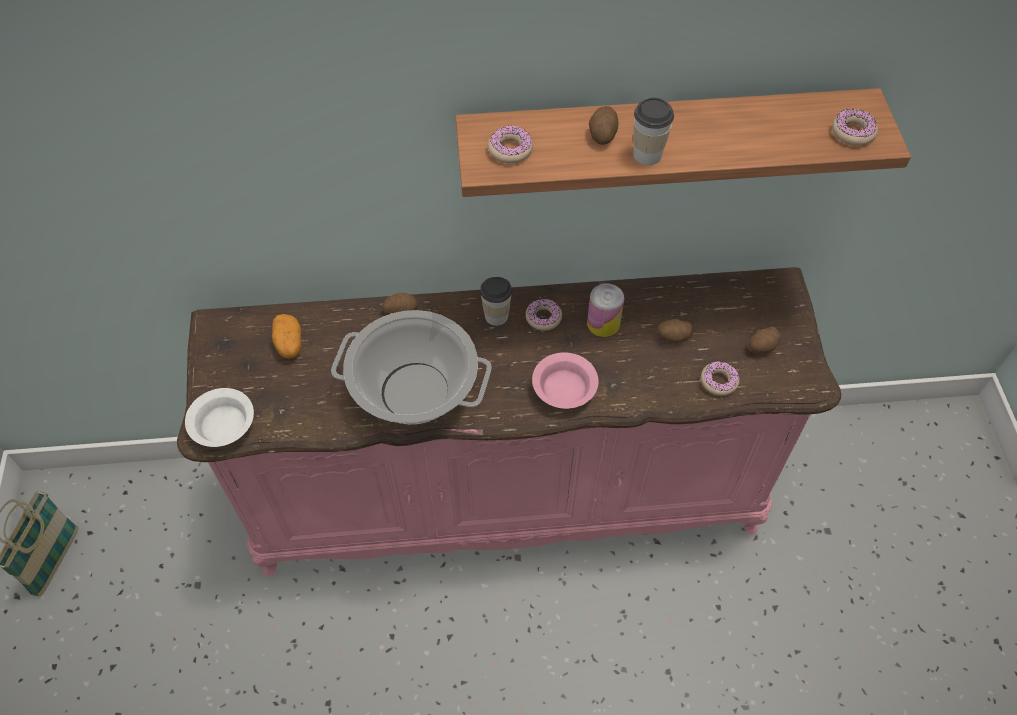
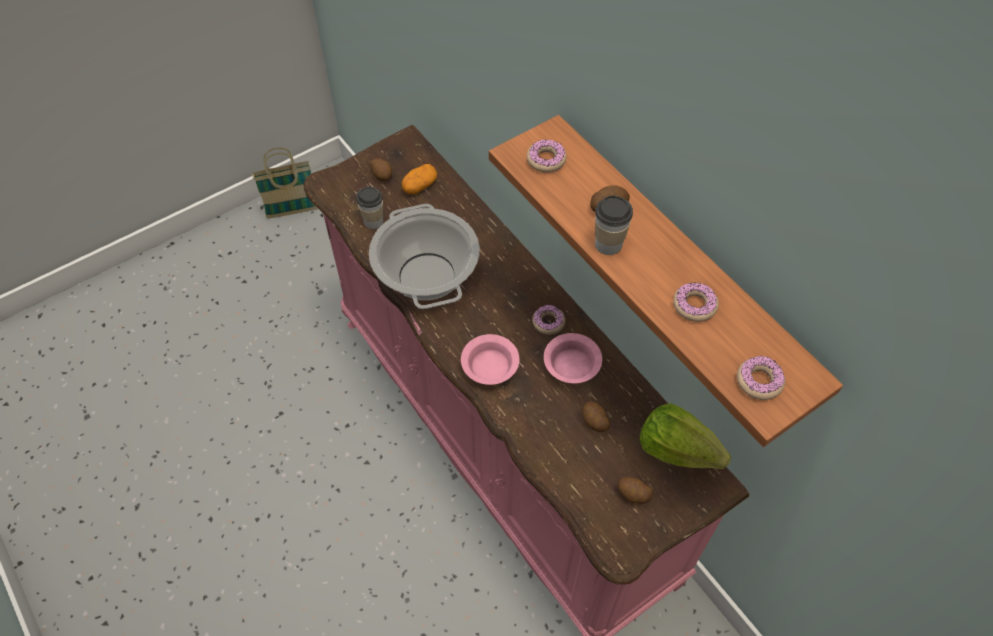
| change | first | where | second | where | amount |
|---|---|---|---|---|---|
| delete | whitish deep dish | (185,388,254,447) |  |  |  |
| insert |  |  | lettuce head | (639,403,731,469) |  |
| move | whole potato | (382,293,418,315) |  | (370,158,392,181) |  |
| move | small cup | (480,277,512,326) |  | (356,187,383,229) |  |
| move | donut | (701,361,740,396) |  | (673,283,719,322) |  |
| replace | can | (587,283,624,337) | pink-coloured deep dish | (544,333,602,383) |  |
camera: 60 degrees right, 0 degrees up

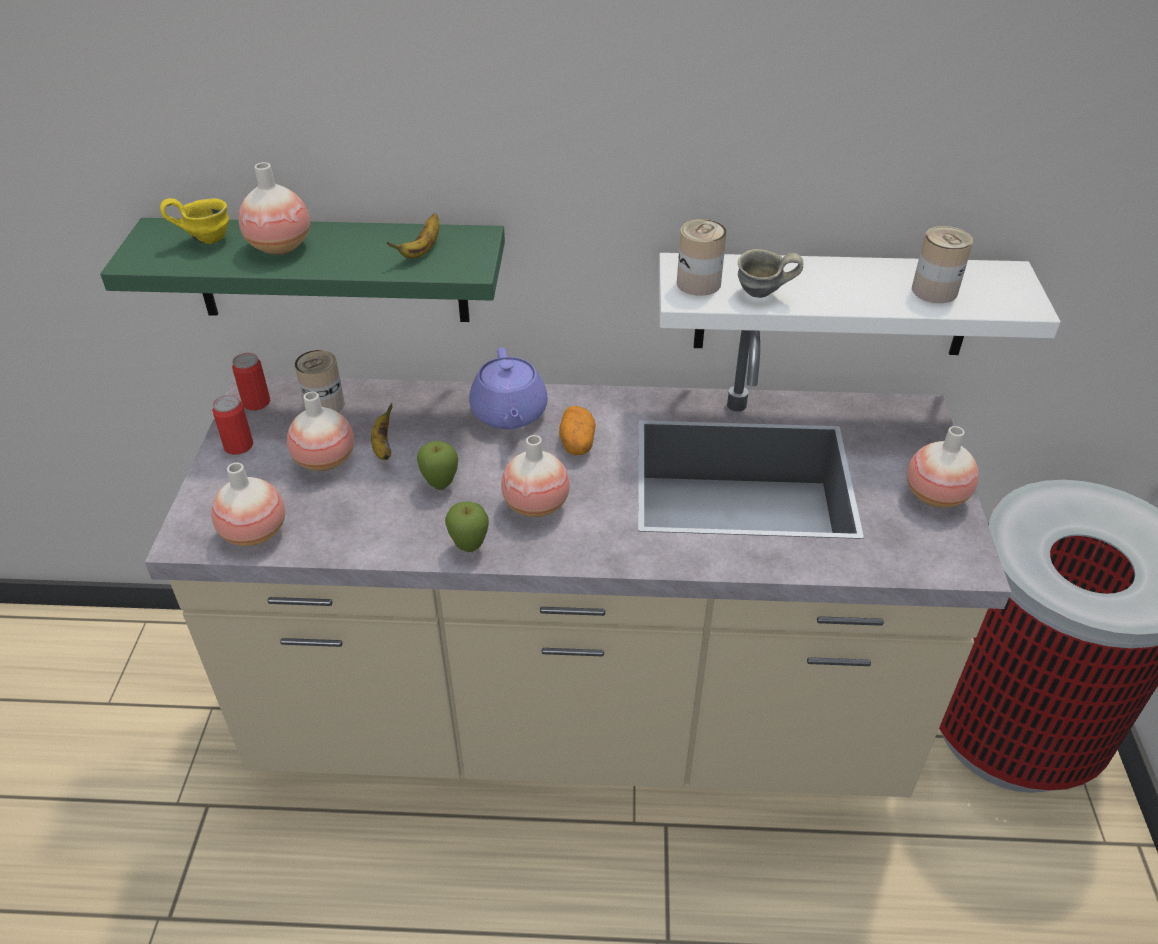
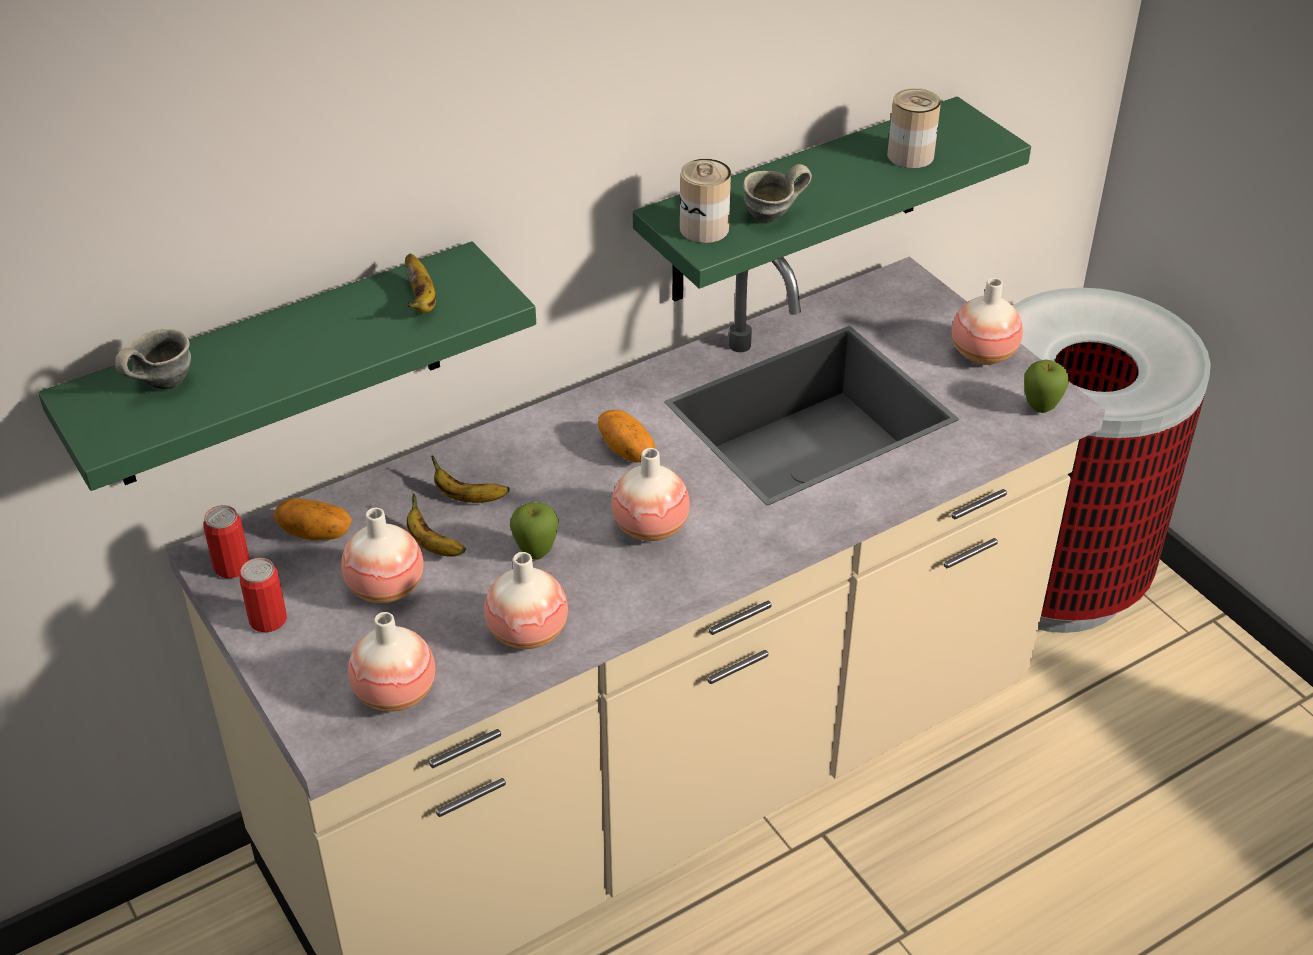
| change | first | where | second | where | amount |
|---|---|---|---|---|---|
| delete | purple teapot | (469,347,548,429) |  |  |  |
| insert |  |  | banana | (431,455,510,503) |  |
| move | vase | (239,162,310,255) |  | (484,552,568,649) |  |
| move | apple | (445,502,489,552) |  | (1024,360,1069,413) |  |
| replace | can | (295,350,345,412) | whole potato | (273,498,352,540) |  |
| recolor | yellow-coloured coffee mug | (160,198,229,244) | gray coffee mug | (115,329,191,389) |  |
| recolor | whitish wall shelf | (659,253,1061,355) | greenish wall shelf | (633,97,1031,302) |  |
camera: 35 degrees left, 0 degrees up

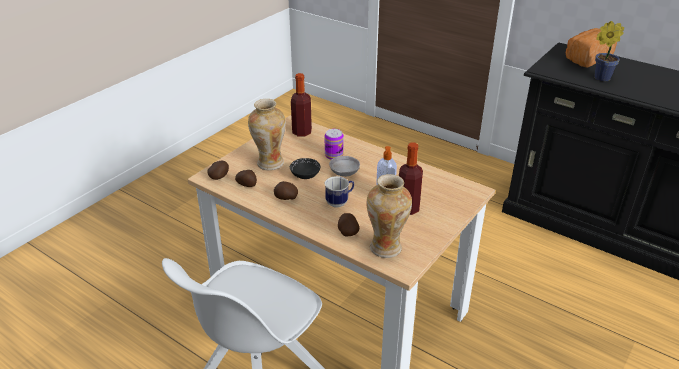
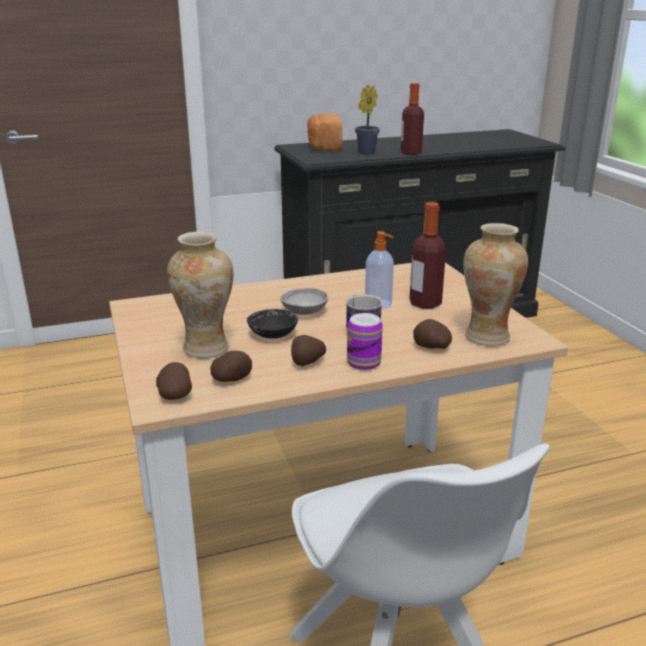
| change | first | where | second | where | amount |
|---|---|---|---|---|---|
| move | drink bottle | (291,73,312,137) |  | (401,83,424,155) |  |
| move | can | (325,129,344,160) |  | (347,313,383,371) |  |
camera: 55 degrees left, 10 degrees down

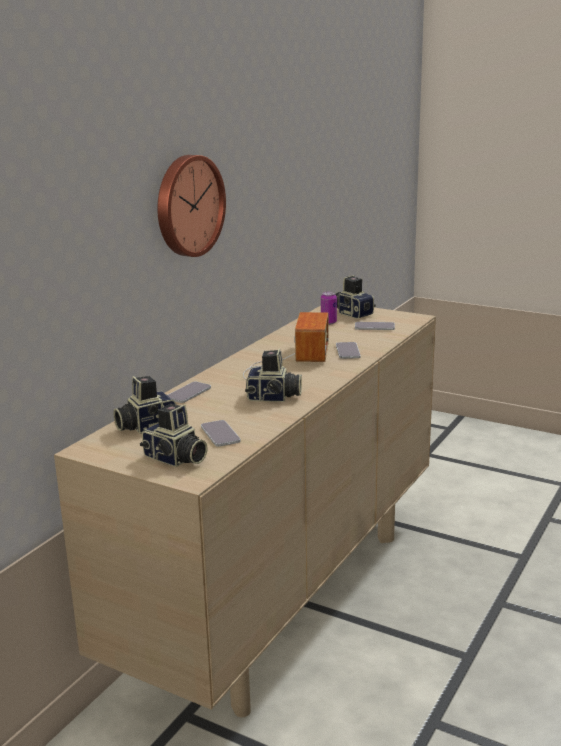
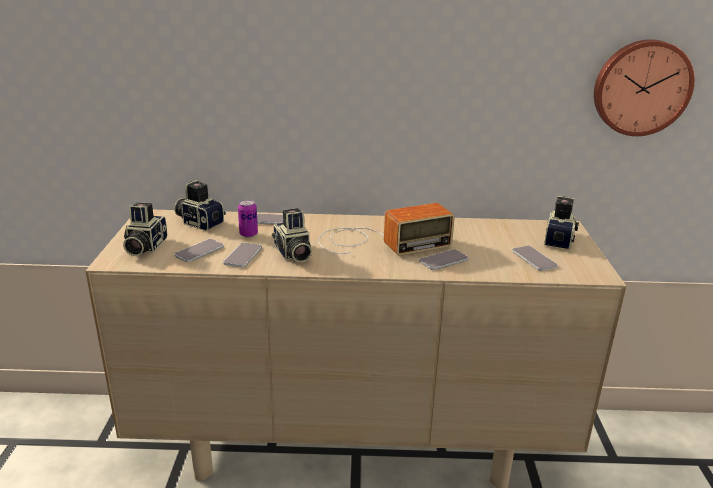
| change | first | where | second | where | amount |
|---|---|---|---|---|---|
| insert |  |  | phone | (223,243,262,268) |  |
| move | clock on the wall | (157,155,226,257) |  | (594,39,695,136) |  |
| move | can | (321,292,337,325) |  | (238,200,258,238) |  |
camera: 60 degrees right, 5 degrees up

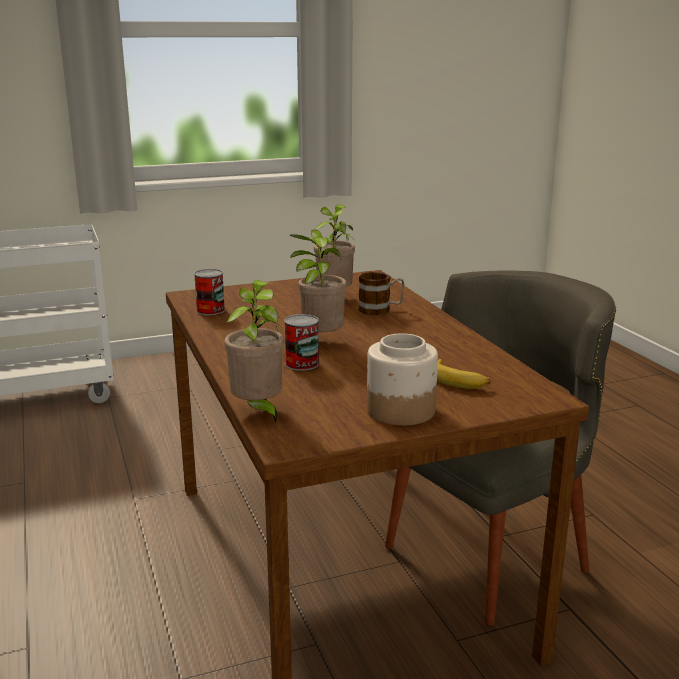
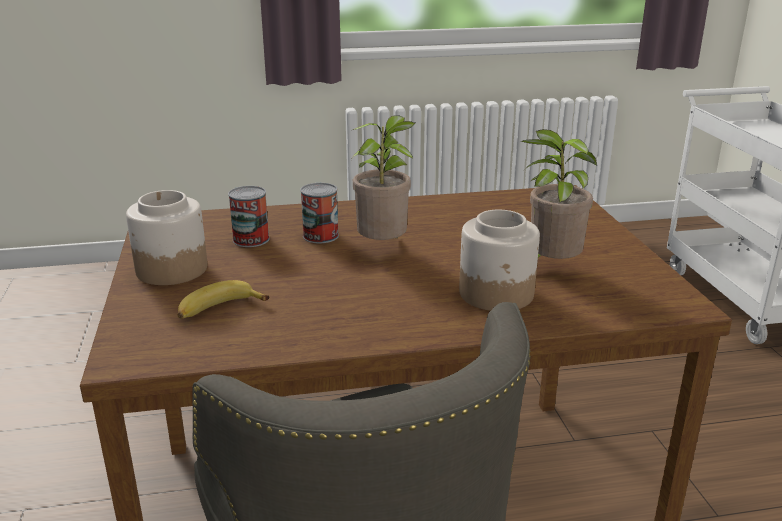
| change | first | where | second | where | amount |
|---|---|---|---|---|---|
| delete | houseplant | (224,280,286,423) |  |  |  |
| move | can | (194,269,225,315) |  | (228,186,270,247) |  |
| replace | coffee mug | (358,272,405,315) | storage jar | (459,210,540,311) |  |
camera: 100 degrees right, 5 degrees up

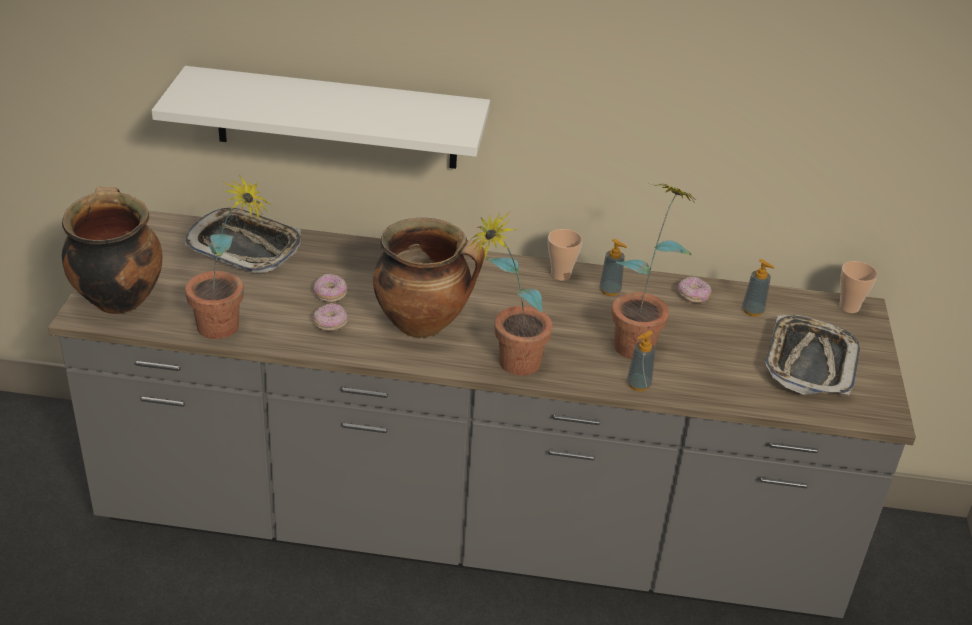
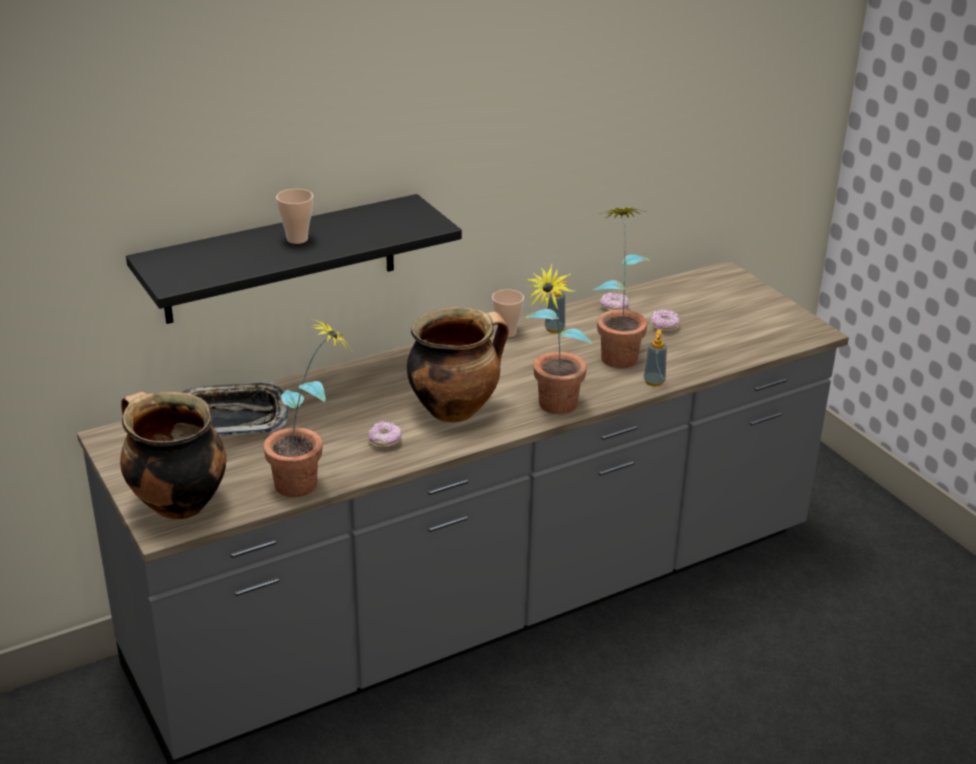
| change | first | where | second | where | amount |
|---|---|---|---|---|---|
| delete | liquid soap bottle | (742,259,775,316) |  |  |  |
| delete | carrying tray | (765,315,860,395) |  |  |  |
| move | donut | (313,274,347,302) |  | (651,310,680,332) |  |
| move | small cup | (839,261,878,313) |  | (276,189,313,244) |  |
| recolor | whitish wall shelf | (151,66,490,169) | black wall shelf | (126,194,462,324) |  |
camera: 35 degrees left, 5 degrees down

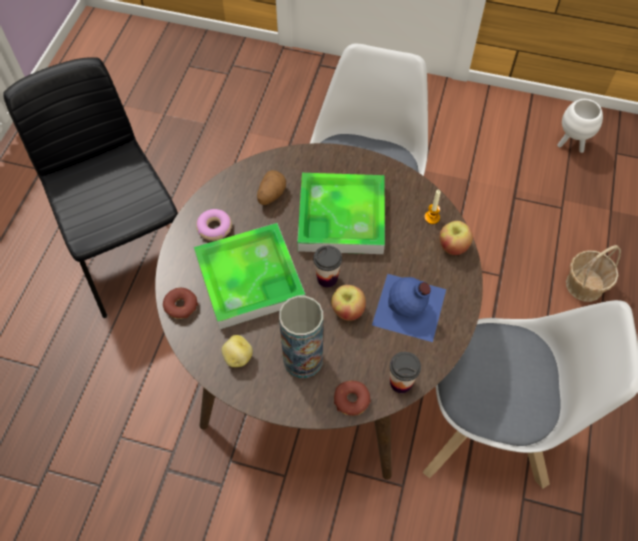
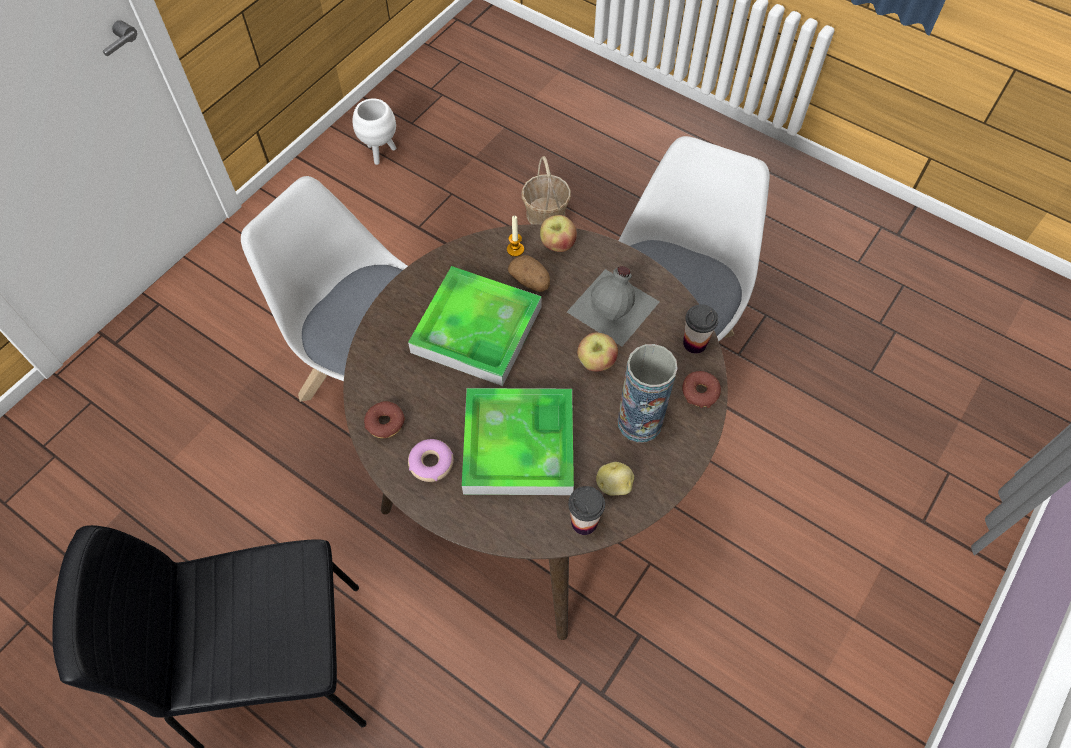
| change | first | where | second | where | amount |
|---|---|---|---|---|---|
| move | donut | (163,288,198,319) |  | (364,401,405,438) |  |
| move | whole potato | (257,170,286,205) |  | (508,255,550,292) |  |
| move | small cup | (313,246,342,288) |  | (568,486,605,535) |  |
| recolor | bluish drink bottle | (372,274,446,342) | gray drink bottle | (567,266,660,347) |  |
camera: 70 degrees left, 0 degrees up

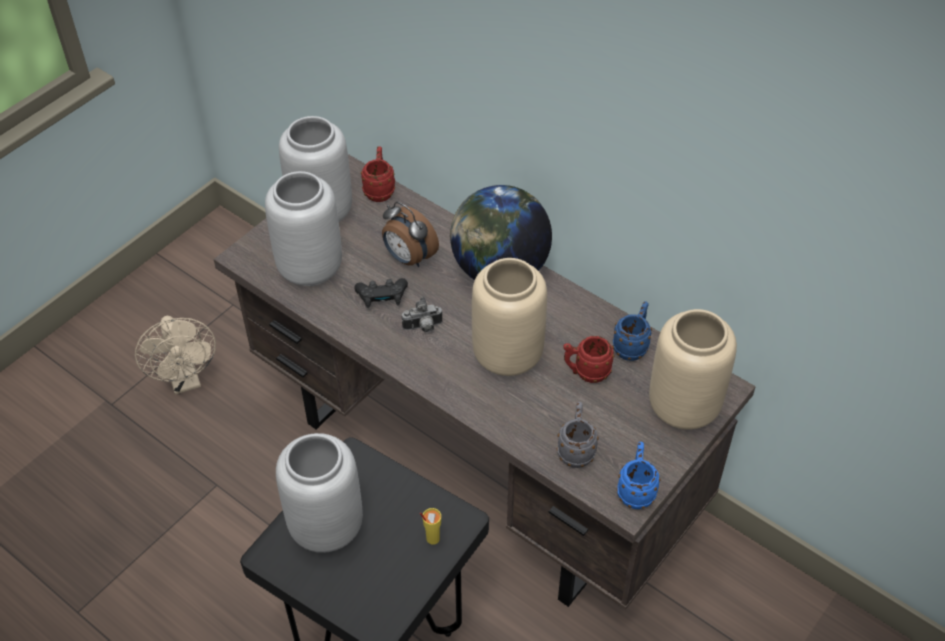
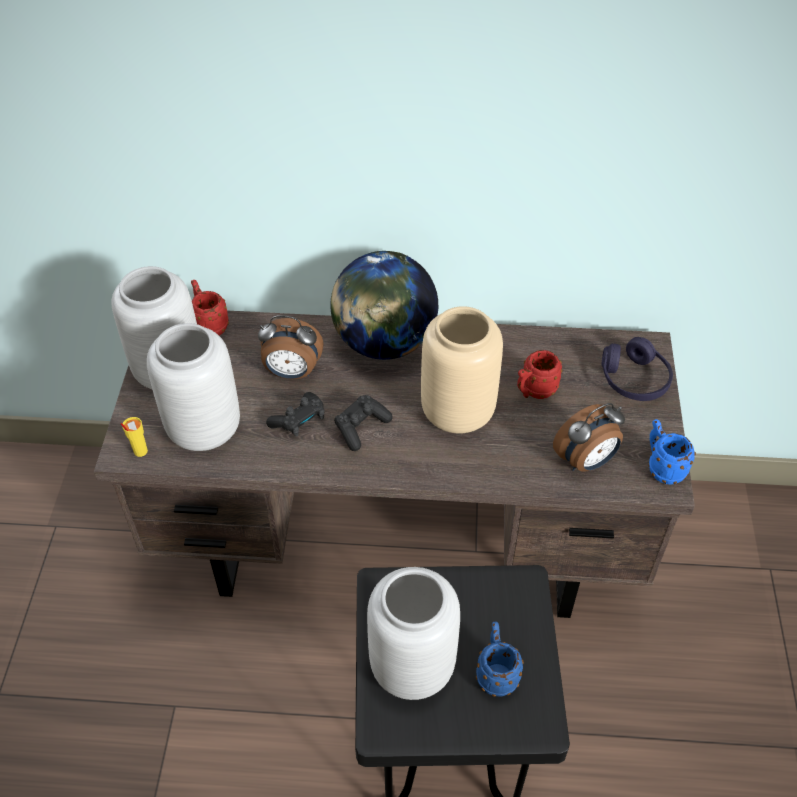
| change | first | where | second | where | amount |
|---|---|---|---|---|---|
| delete | sand-coloured electric fan | (135,316,216,394) |  |  |  |
| move | yellow-coloured small cup | (420,508,441,545) |  | (120,417,148,457) |  |
| move | bluish coffee mug | (613,301,652,361) |  | (476,622,524,697) |  |
| replace | still camera | (402,297,443,333) | black gamepad | (334,395,393,451) |  |
| replace | gray coffee mug | (557,402,599,468) | alarm clock | (553,403,625,472) |  |
| replace | sand-coloured vase | (649,309,737,430) | purple pair of headphones | (601,337,673,401) |  |
camera: 35 degrees left, 0 degrees up

